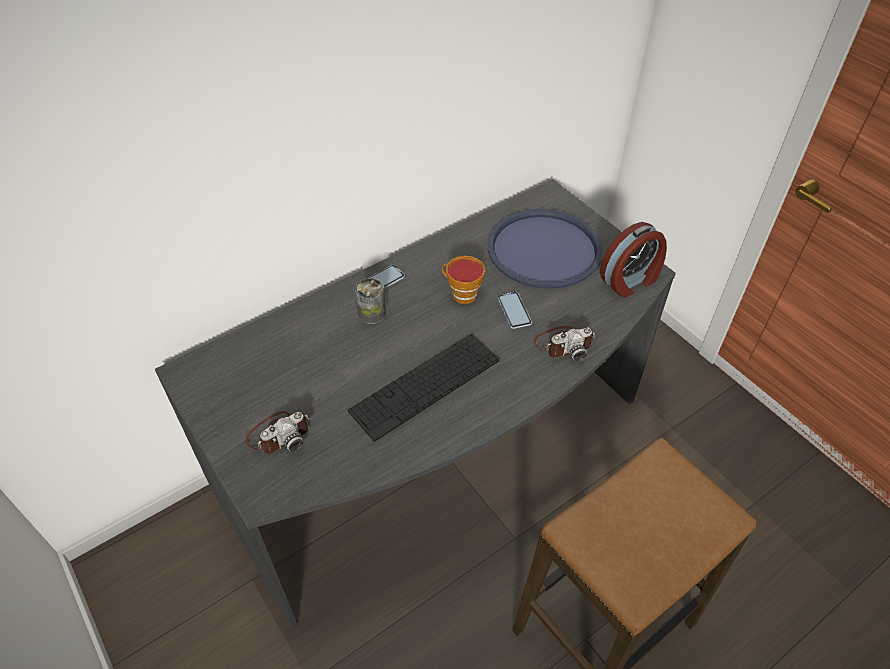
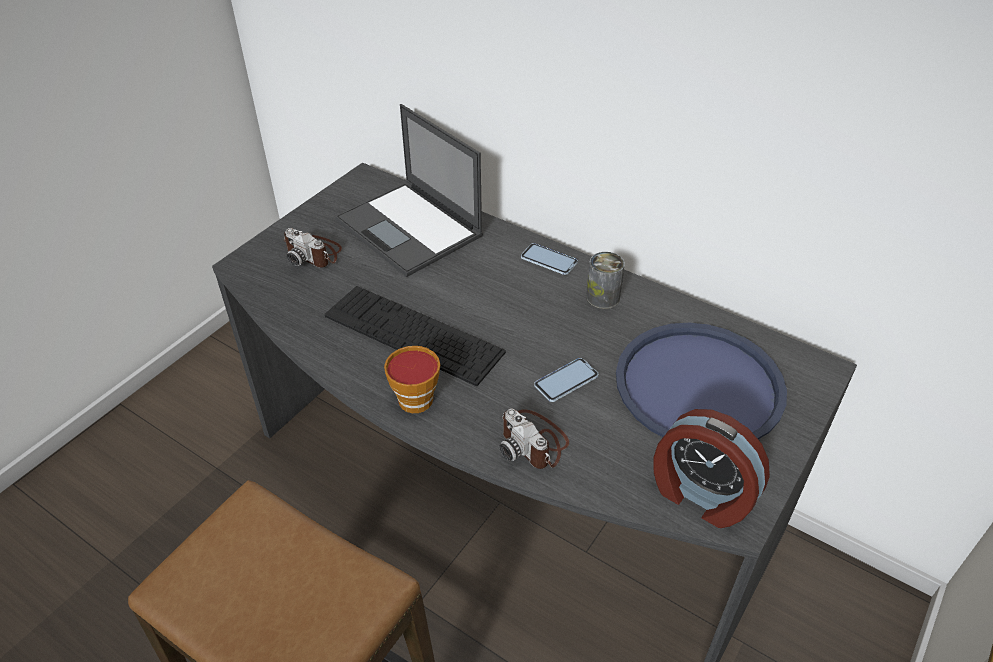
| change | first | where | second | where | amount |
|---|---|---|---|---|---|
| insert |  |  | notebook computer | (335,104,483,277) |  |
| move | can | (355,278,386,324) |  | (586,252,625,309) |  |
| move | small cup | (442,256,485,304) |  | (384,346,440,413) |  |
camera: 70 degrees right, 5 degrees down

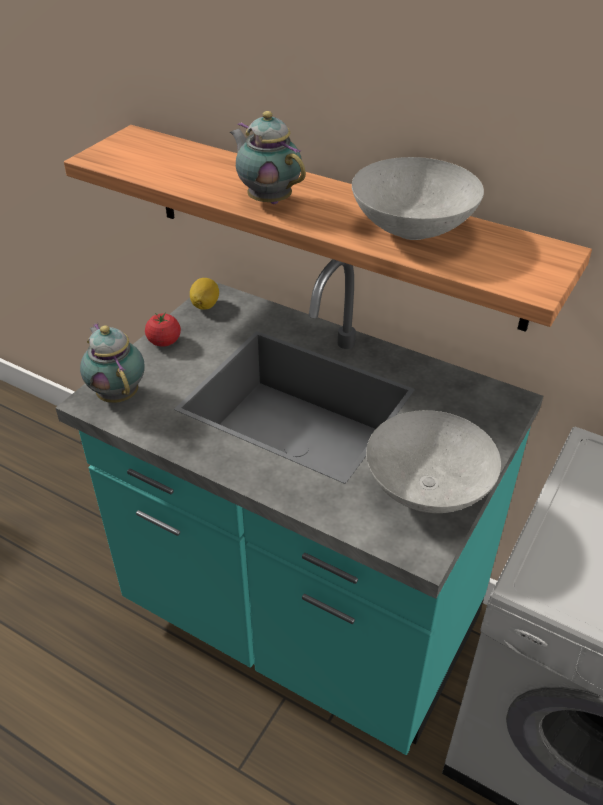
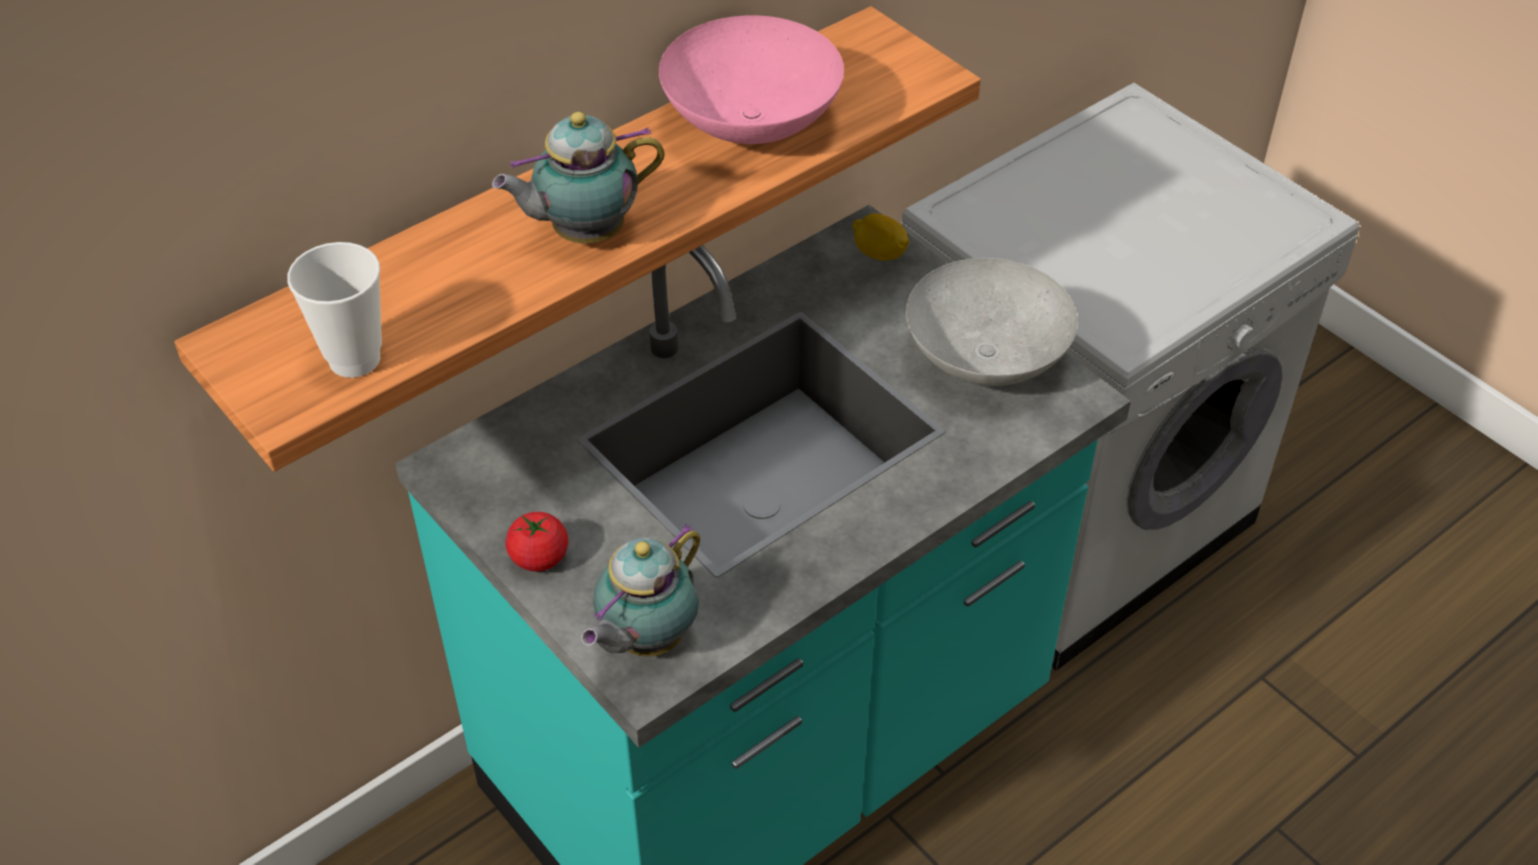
| change | first | where | second | where | amount |
|---|---|---|---|---|---|
| insert |  |  | small cup | (287,242,382,378) |  |
| move | lemon | (190,278,219,310) |  | (852,213,909,261) |  |
| recolor | gray deep dish | (352,157,484,240) | pink-coloured deep dish | (659,15,844,144) |  |
| rotate | teapot | (80,323,145,403) |  | (581,524,700,657) | 45 degrees counterclockwise |
camera: 70 degrees left, 5 degrees up

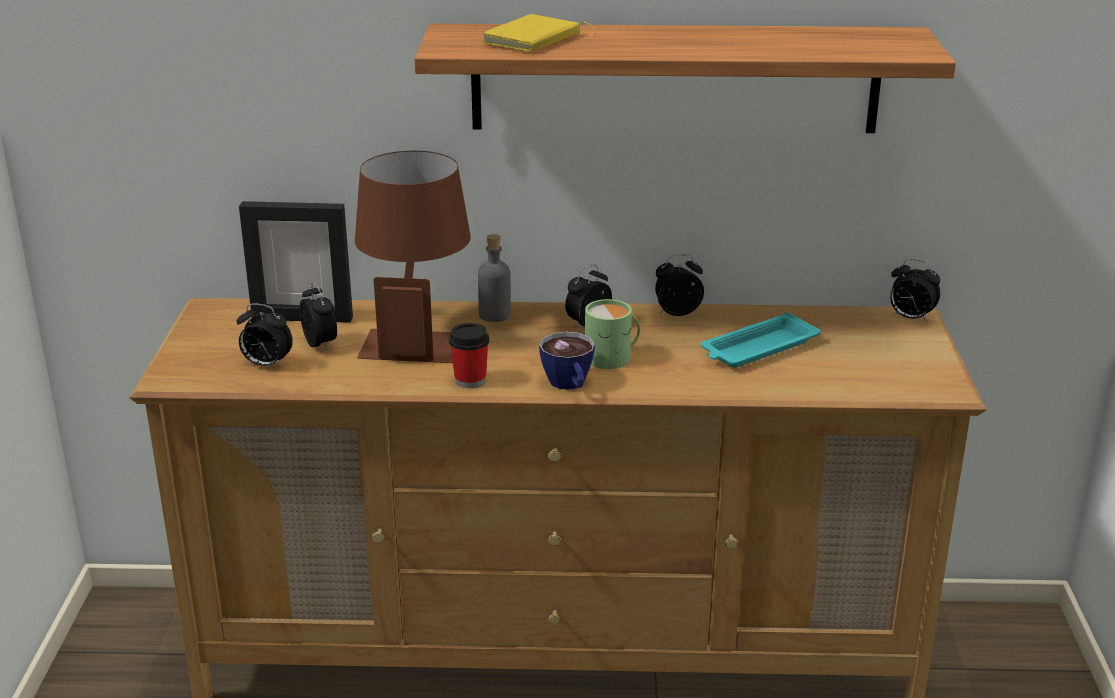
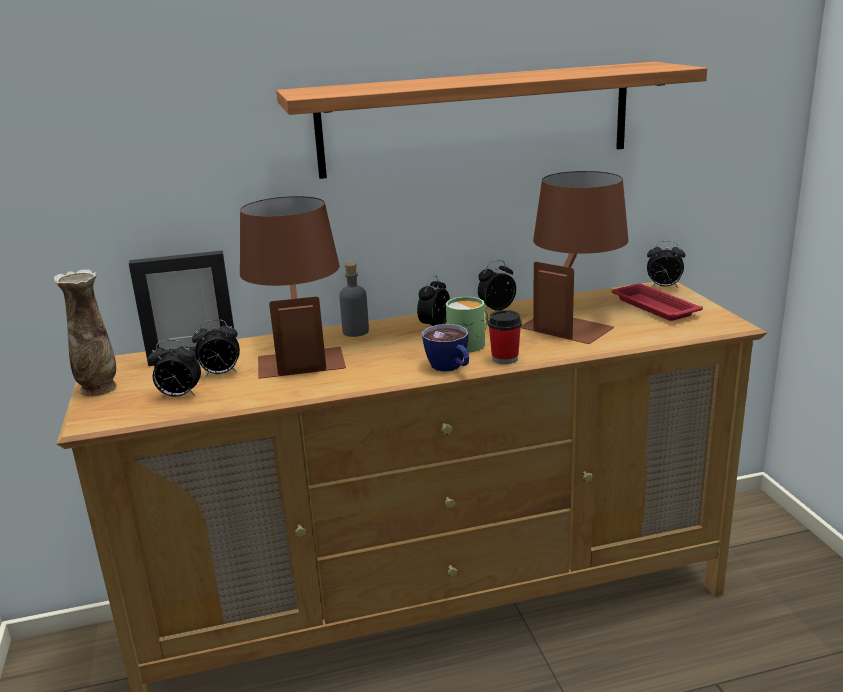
| change | first | where | second | where | amount |
|---|---|---|---|---|---|
| delete | yellow-coloured book | (483,14,595,53) |  |  |  |
| insert |  |  | vase | (54,269,117,396) |  |
| insert |  |  | red-coloured carrying tray | (612,284,703,321) |  |
| move | small cup | (449,323,489,388) |  | (488,310,522,364) |  |
| replace | blue-green carrying tray | (701,312,821,368) | brown-coloured tabletop lamp | (521,171,629,344) |  |
| rotate | alarm clock | (300,282,337,351) |  | (192,319,240,377) | 120 degrees clockwise |
camera: 15 degrees left, 5 degrees down

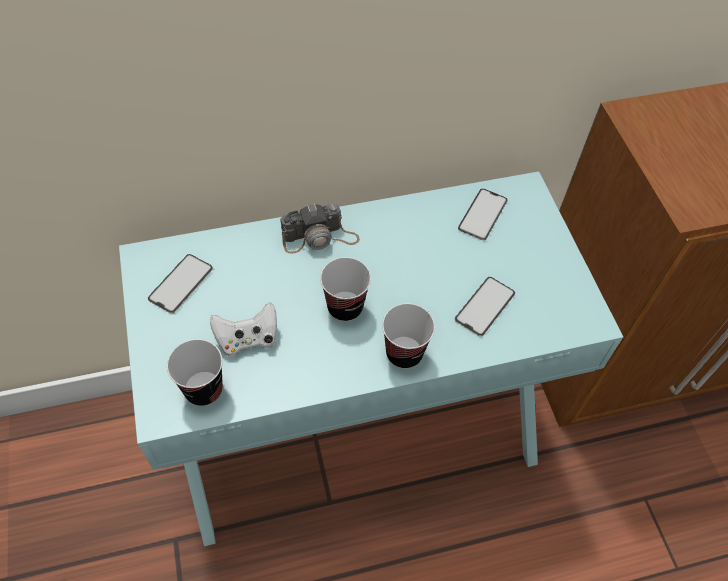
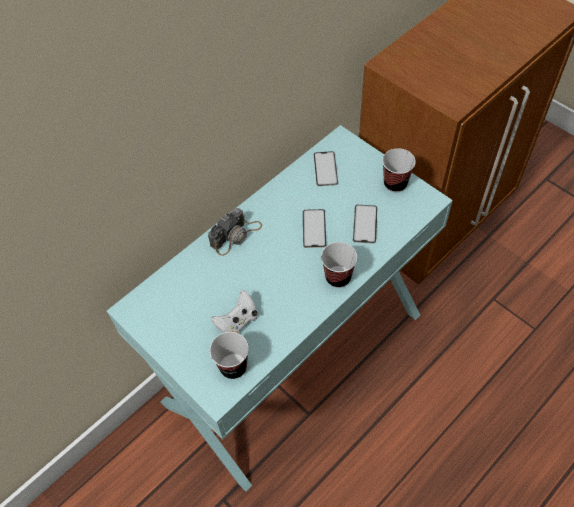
| change | first | where | second | where | amount |
|---|---|---|---|---|---|
| move | phone | (148,254,213,314) |  | (303,209,326,248) |  |
| move | small cup | (320,257,371,322) |  | (382,148,416,193) |  |
camera: 25 degrees left, 0 degrees up

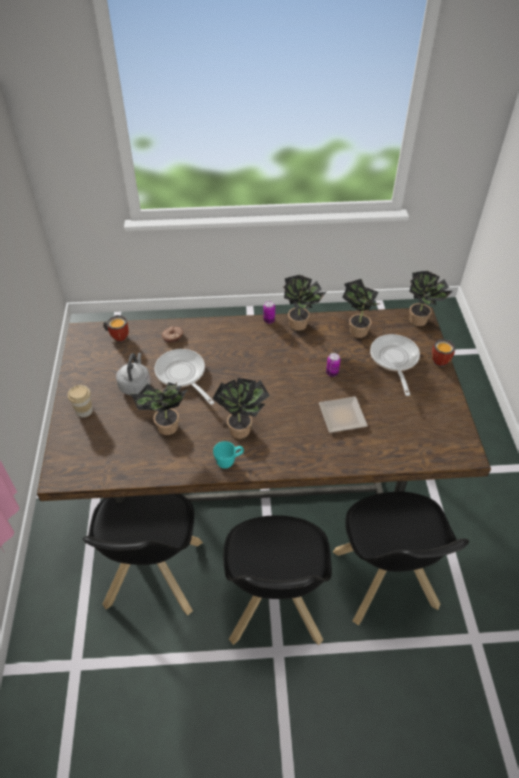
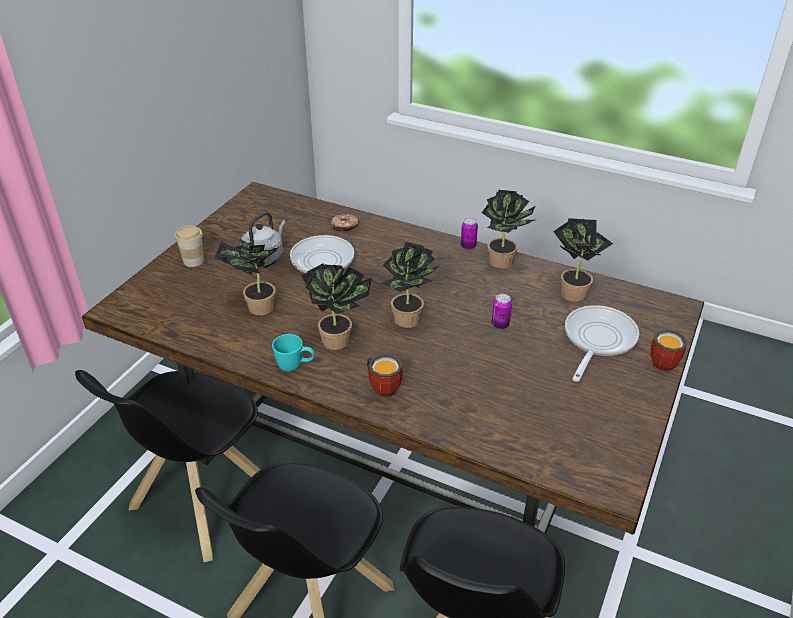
| change | first | where | second | where | amount |
|---|---|---|---|---|---|
| delete | plate | (319,396,368,433) |  |  |  |
| move | coffee mug | (103,315,129,343) |  | (367,354,403,399) |  |
| move | houseplant | (409,271,453,326) |  | (381,242,440,328) |  |
camera: 30 degrees right, 10 degrees down

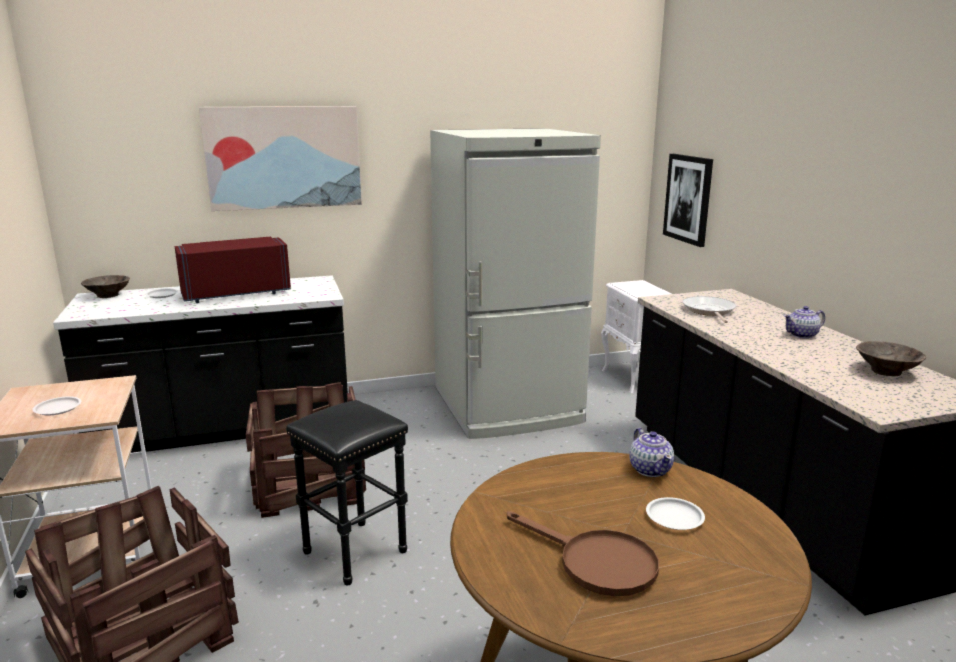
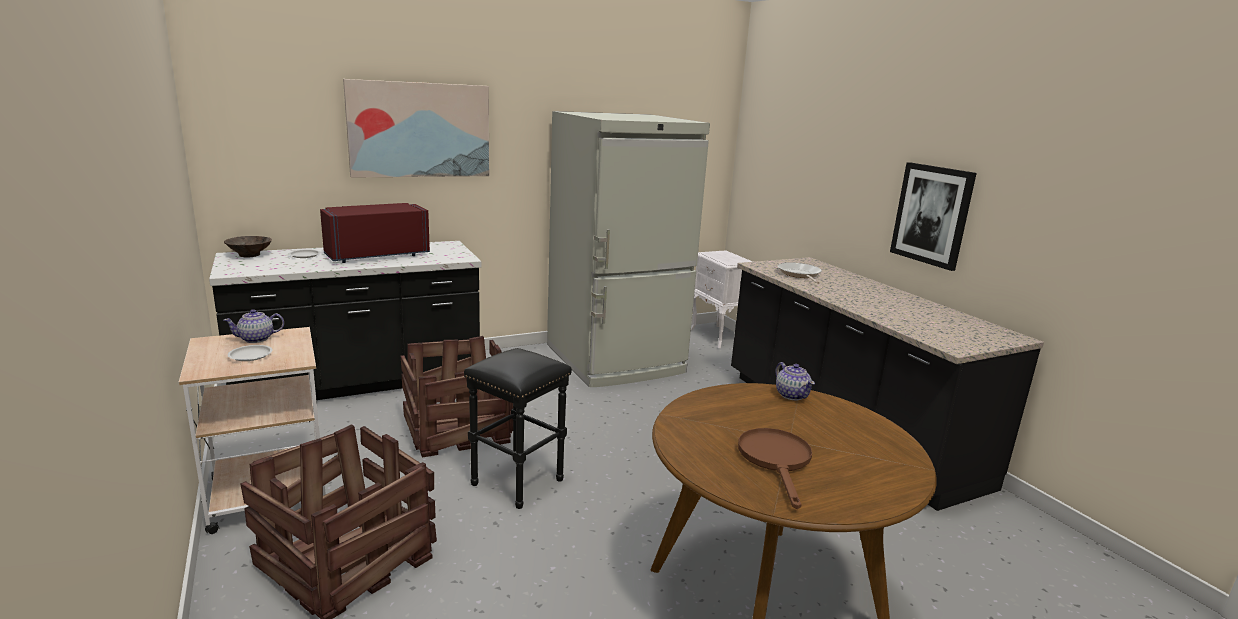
| change | first | where | second | where | amount |
|---|---|---|---|---|---|
| delete | whitish plate | (646,497,705,530) |  |  |  |
| delete | brown-coloured deep dish | (856,341,926,376) |  |  |  |
| move | wall art | (663,154,713,247) |  | (890,162,977,271) |  |
| move | teapot | (784,306,825,339) |  | (223,309,284,343) |  |
| rotate | brown-coloured skillet | (507,511,659,596) |  | (738,428,812,509) | 120 degrees counterclockwise |
camera: 10 degrees left, 0 degrees up

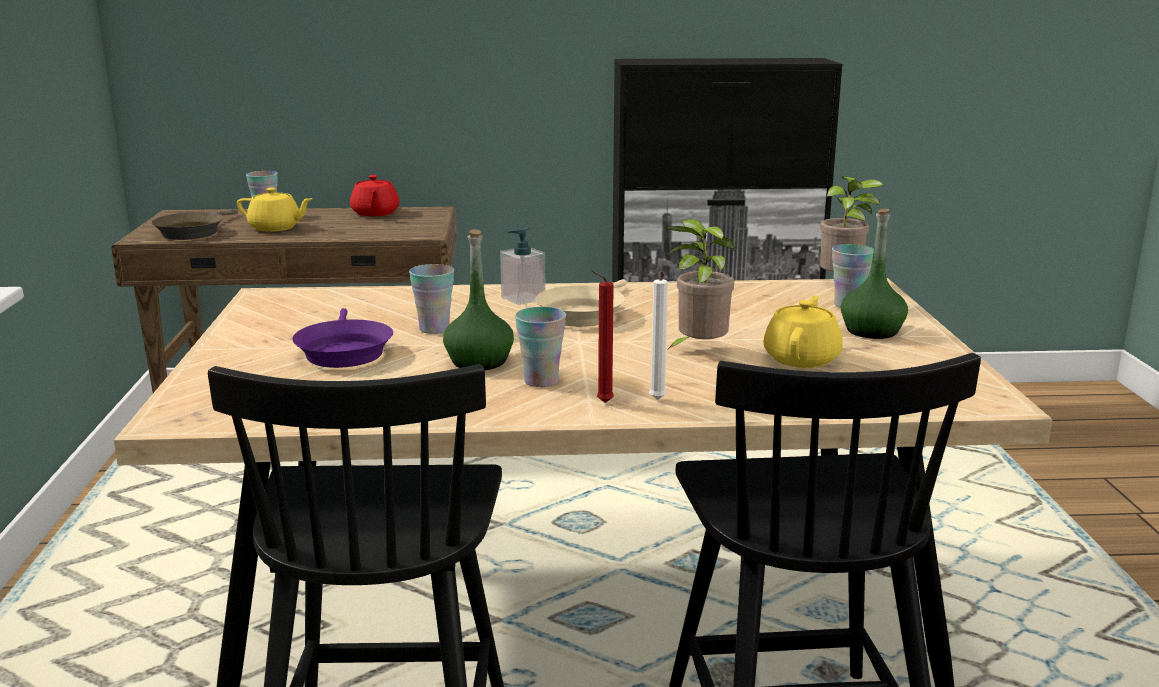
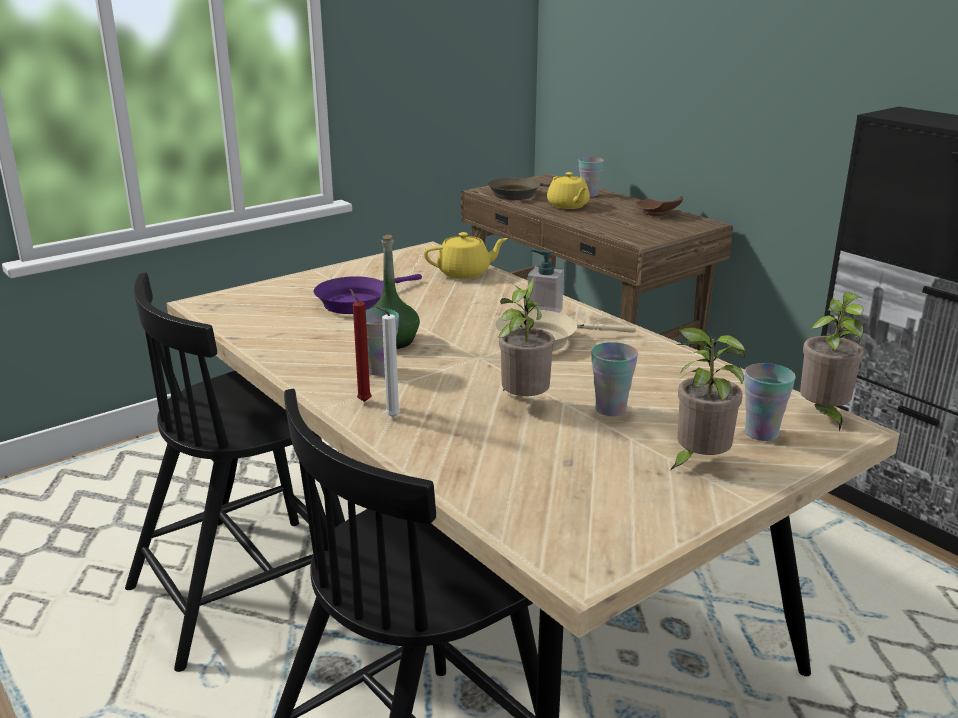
| change | first | where | second | where | amount |
|---|---|---|---|---|---|
| move | small cup | (409,264,454,334) |  | (591,342,638,416) |  |
| move | yellow-coloured teapot | (763,295,843,368) |  | (424,232,508,279) |  |
| replace | red-coloured teapot | (350,175,400,216) | brown-coloured plate | (636,196,683,216) |  |
| replace | greenish drink bottle | (841,209,908,339) | houseplant | (669,327,745,471) |  |
camera: 55 degrees right, 5 degrees up

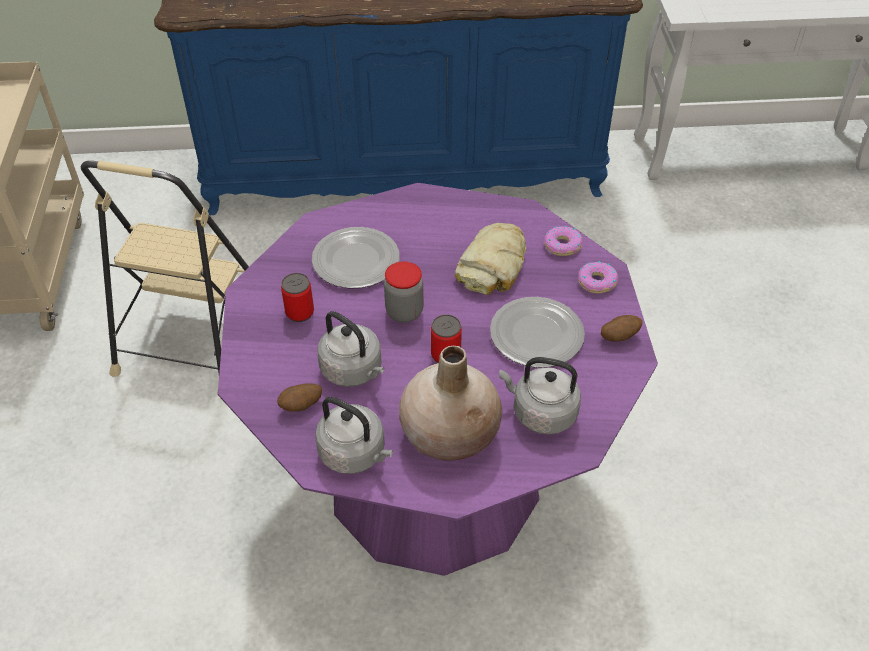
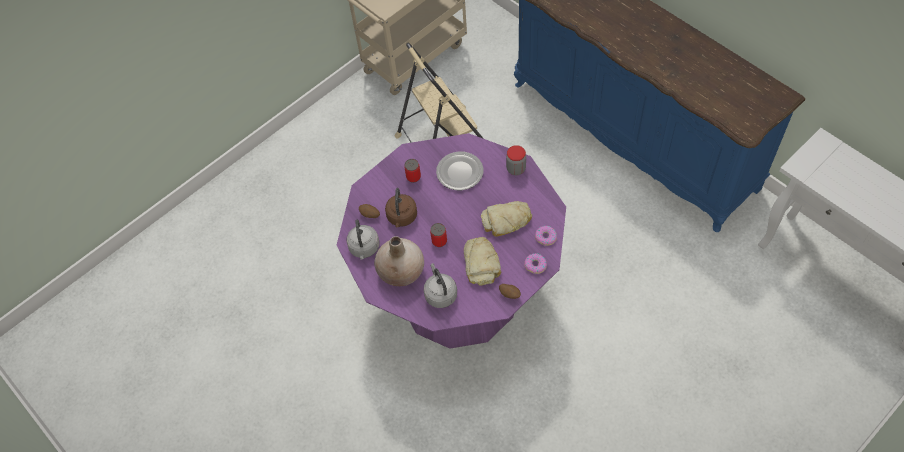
| change | first | where | second | where | amount |
|---|---|---|---|---|---|
| move | storage jar | (384,261,423,323) |  | (506,145,526,175) |  |
| replace | plate | (490,297,585,368) | baked bread | (464,237,501,285) |  |
| recolor | gray tea kettle | (317,311,385,387) | brown-coloured tea kettle | (385,188,417,227) |  |
camera: 55 degrees right, 10 degrees up

